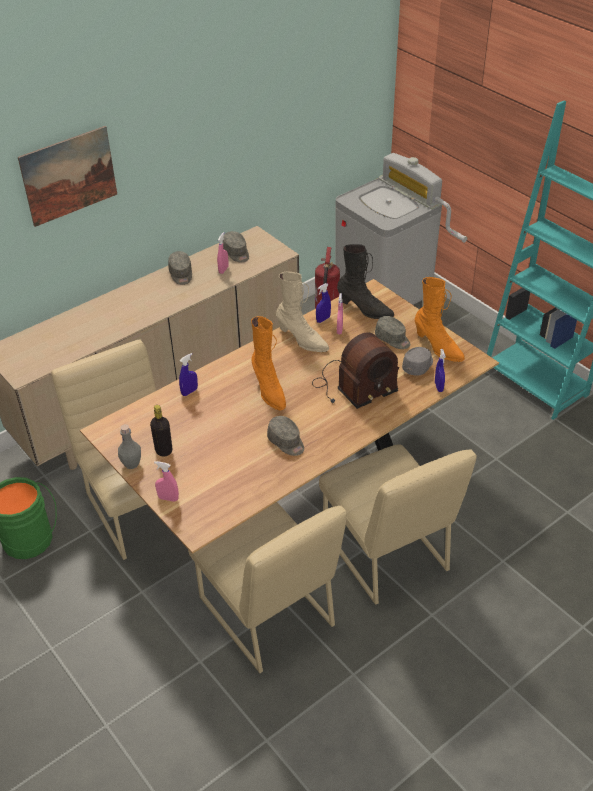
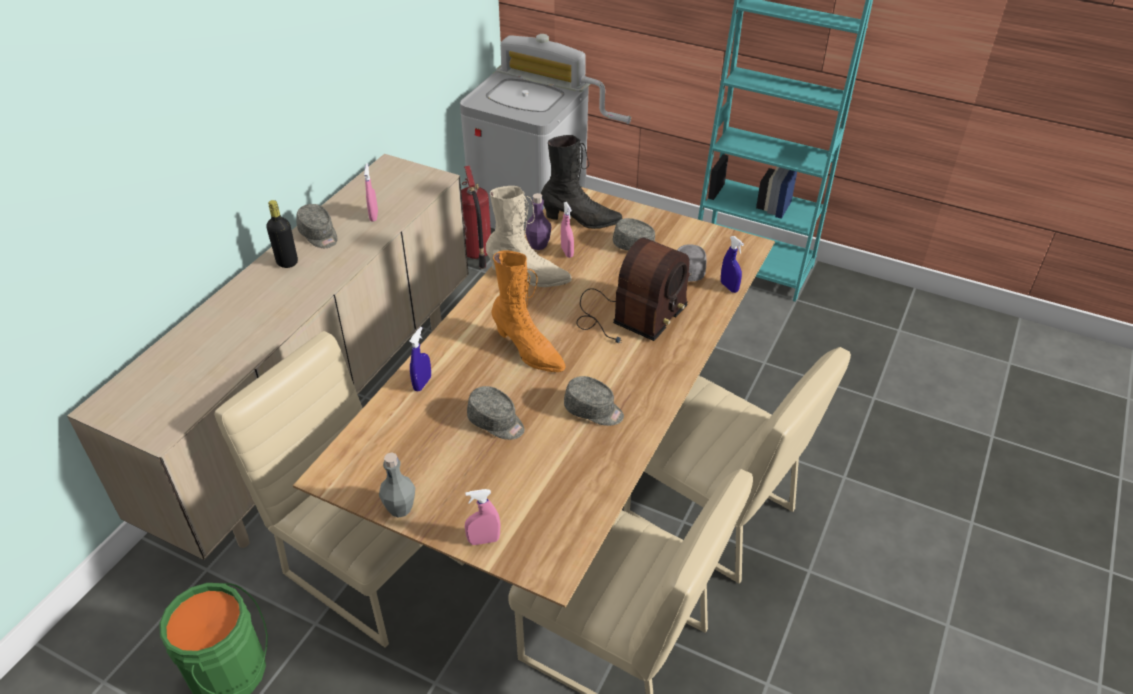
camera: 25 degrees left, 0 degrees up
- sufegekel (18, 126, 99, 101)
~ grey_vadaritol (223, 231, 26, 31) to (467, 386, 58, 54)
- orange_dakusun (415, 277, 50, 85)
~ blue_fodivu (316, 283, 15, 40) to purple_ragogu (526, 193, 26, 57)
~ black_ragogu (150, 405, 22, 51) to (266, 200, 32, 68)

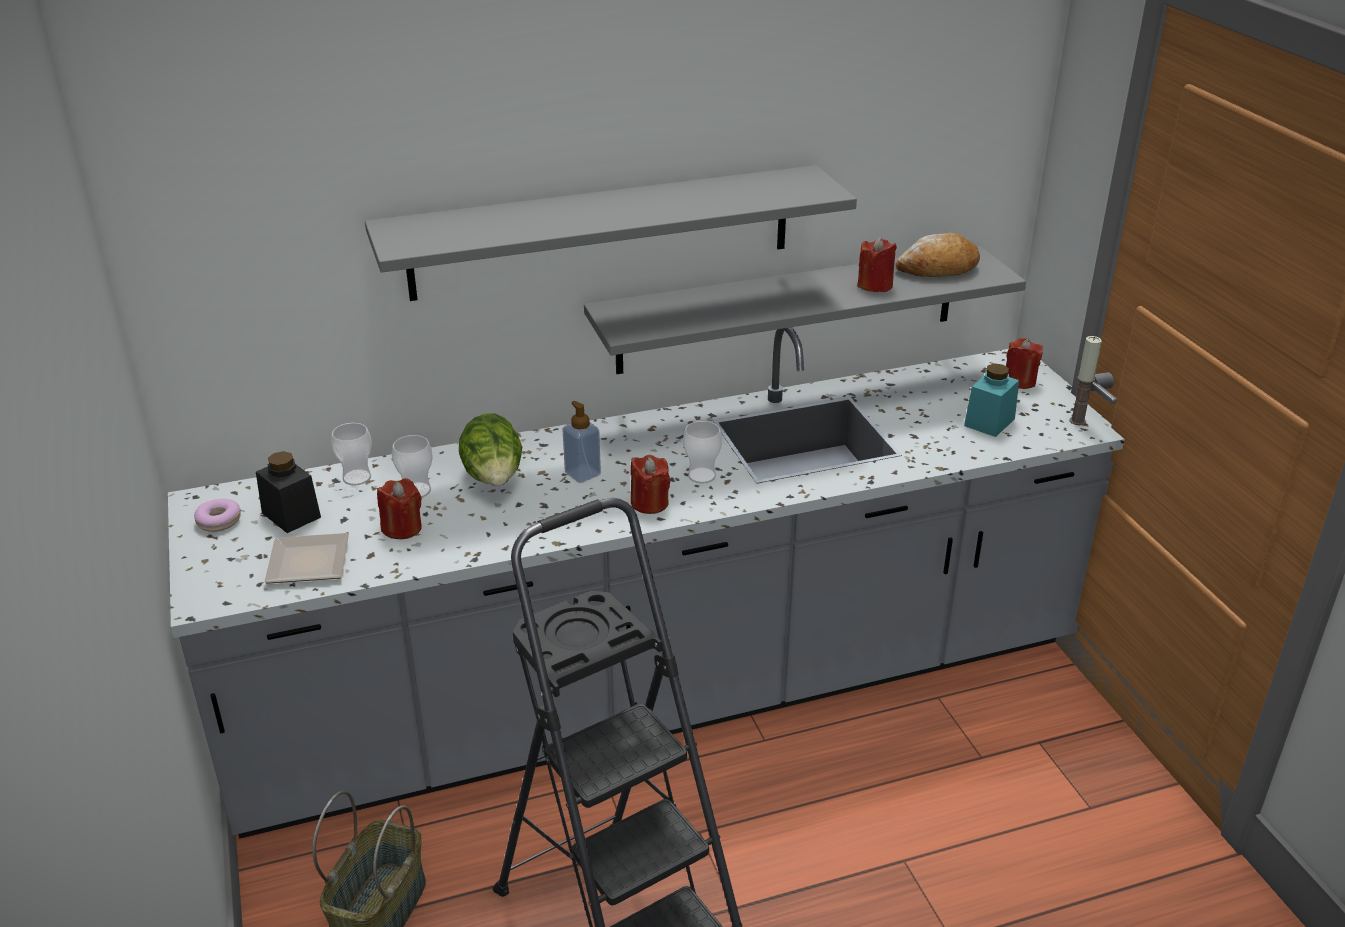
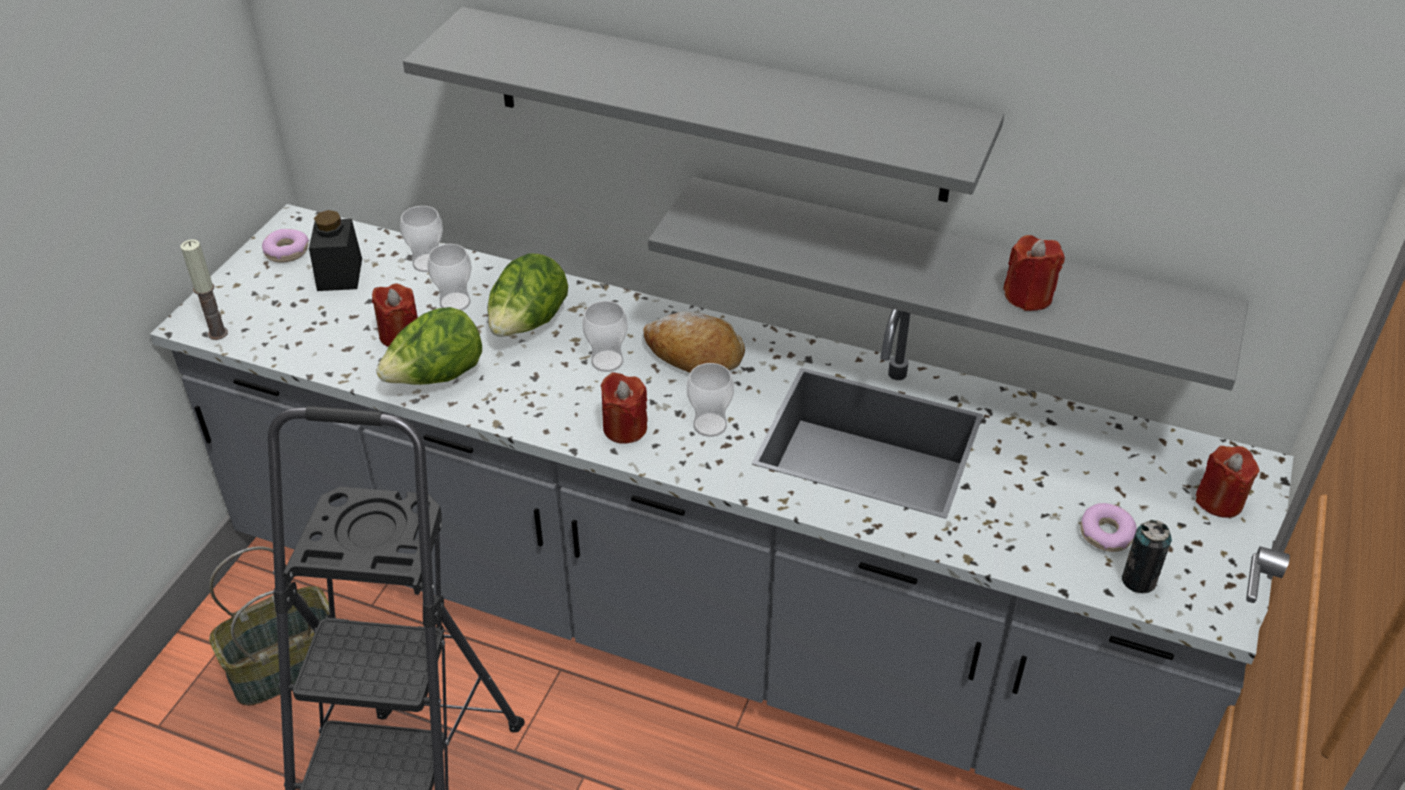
camera: 40 degrees right, 10 degrees up
~ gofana (895, 233, 85, 44) to (644, 312, 101, 61)
~ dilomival (1070, 336, 32, 89) to (180, 239, 48, 101)
~ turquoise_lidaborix (964, 363, 55, 74) to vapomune (1080, 503, 57, 49)
~ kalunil (562, 401, 39, 82) to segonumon (582, 301, 46, 71)
- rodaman (265, 533, 84, 51)
+ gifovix (376, 307, 106, 78)
+ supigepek (1122, 520, 50, 73)

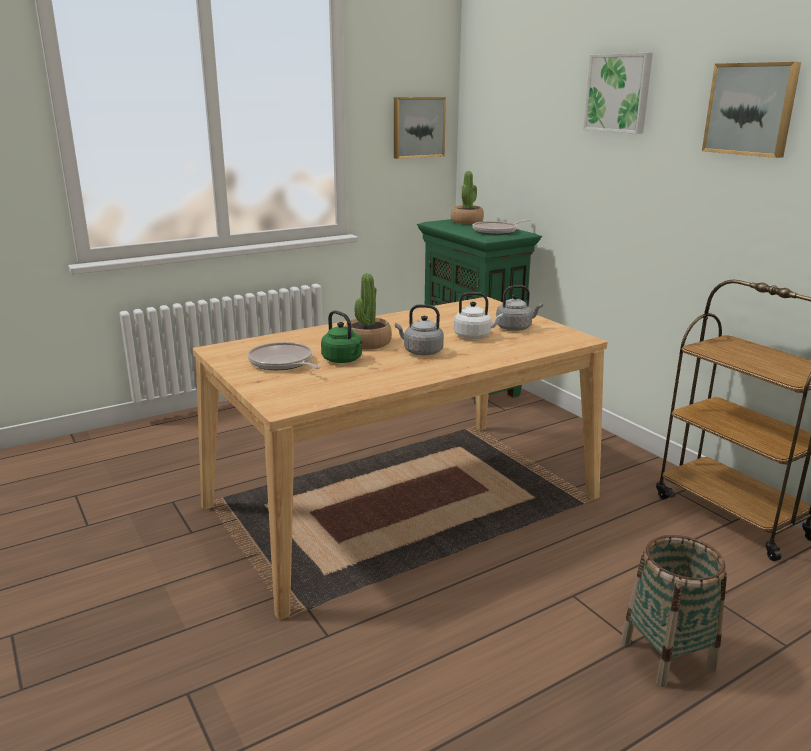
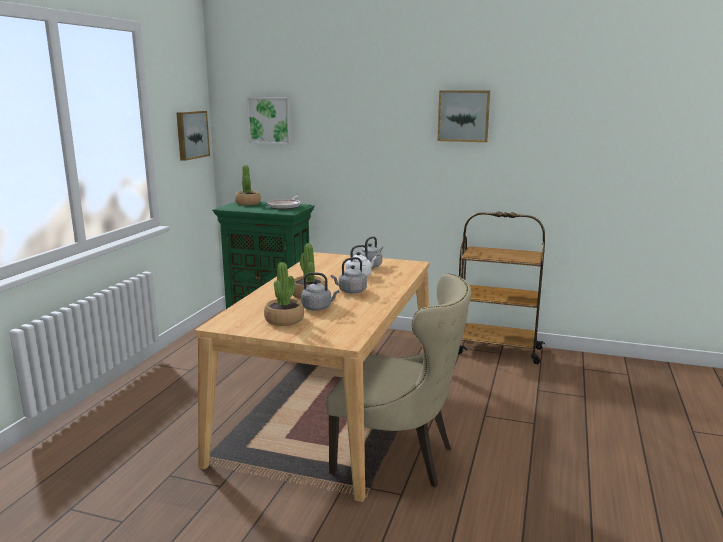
camera: 40 degrees left, 5 degrees down
~ sufegekel (583, 53, 70, 81) to (247, 97, 45, 47)
~ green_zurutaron (321, 310, 41, 53) to grey_zurutaron (301, 272, 38, 39)
~ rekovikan (247, 342, 74, 28) to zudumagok (264, 262, 40, 64)
- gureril (621, 535, 106, 152)
+ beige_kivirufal (326, 273, 145, 215)

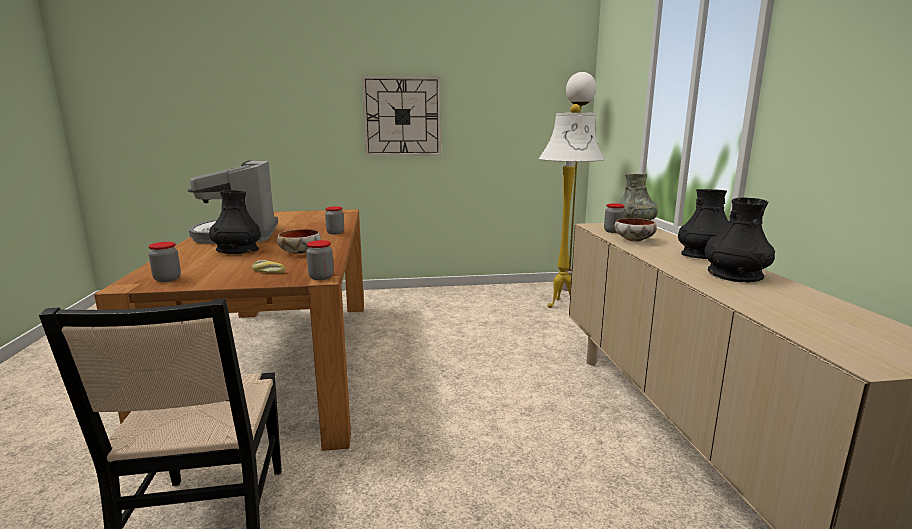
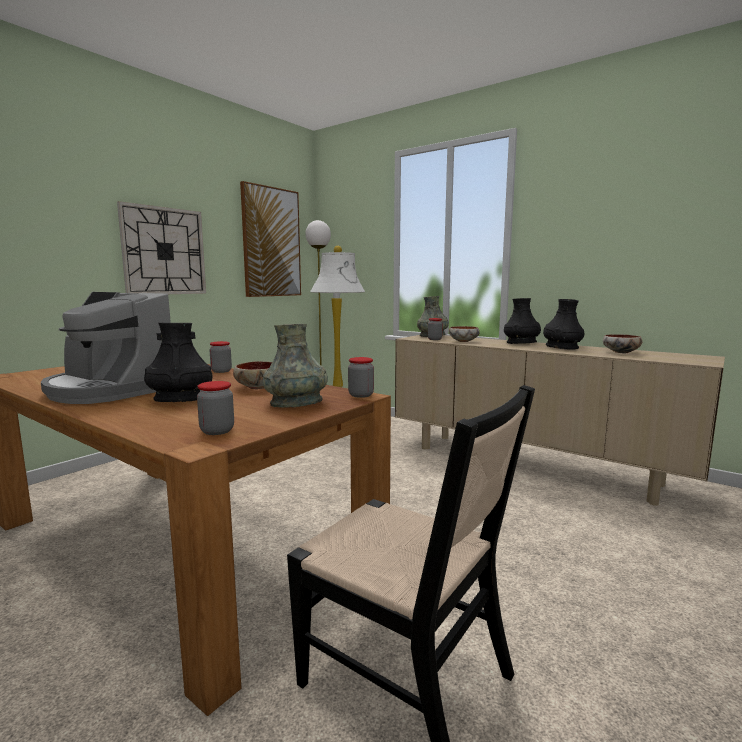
camera: 45 degrees left, 5 degrees down
~ gofana (252, 260, 33, 13) to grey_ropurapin (263, 324, 65, 83)
+ sufegekel (240, 181, 61, 116)
+ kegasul (603, 334, 39, 19)

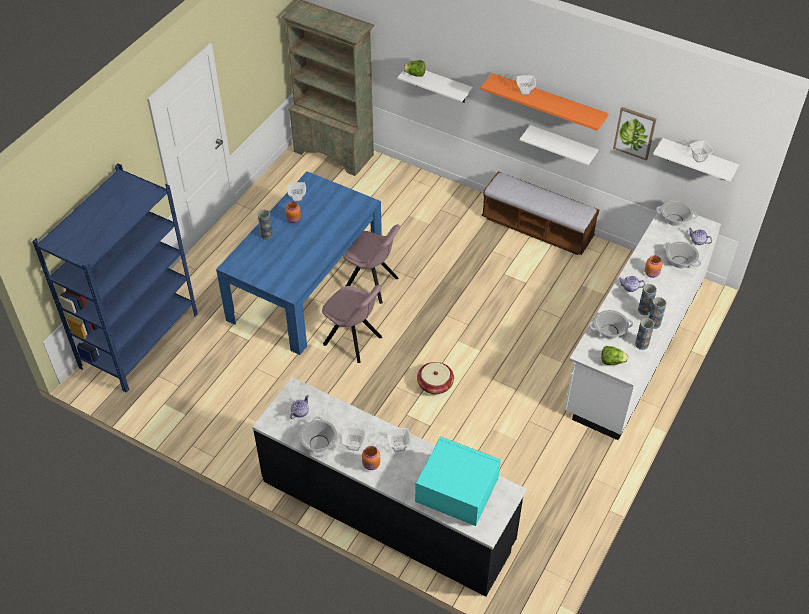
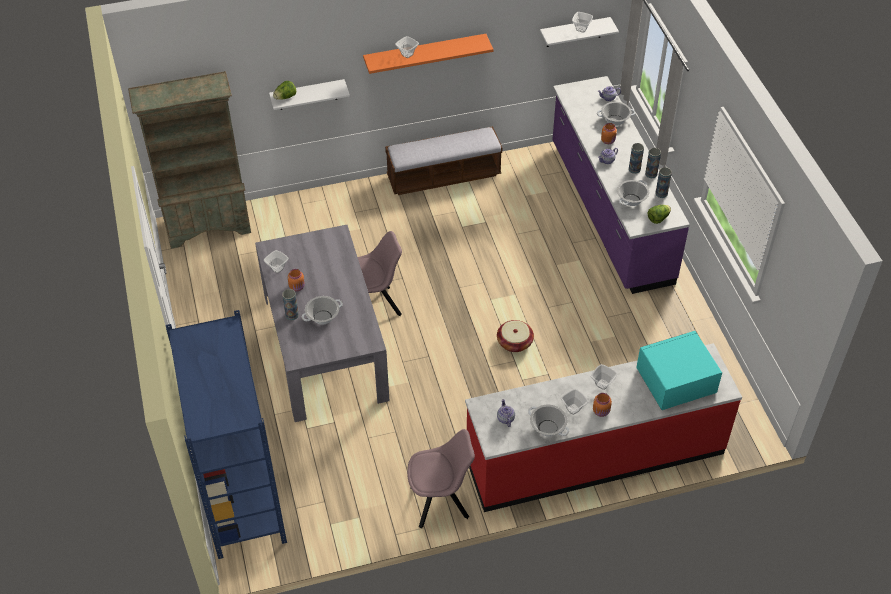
camera: 45 degrees left, 0 degrees up
- sufegekel (613, 107, 43, 54)
- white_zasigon (520, 125, 78, 40)
~ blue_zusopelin (216, 171, 166, 184) to grey_zusopelin (255, 225, 135, 197)
~ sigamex (656, 200, 41, 26) to (302, 296, 41, 29)
~ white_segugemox (565, 202, 156, 238) to purple_segugemox (552, 76, 138, 218)
~ pink_kivirufal (322, 285, 60, 78) to (407, 429, 68, 100)
~ black_segugemox (252, 377, 275, 220) to red_segugemox (465, 343, 277, 169)

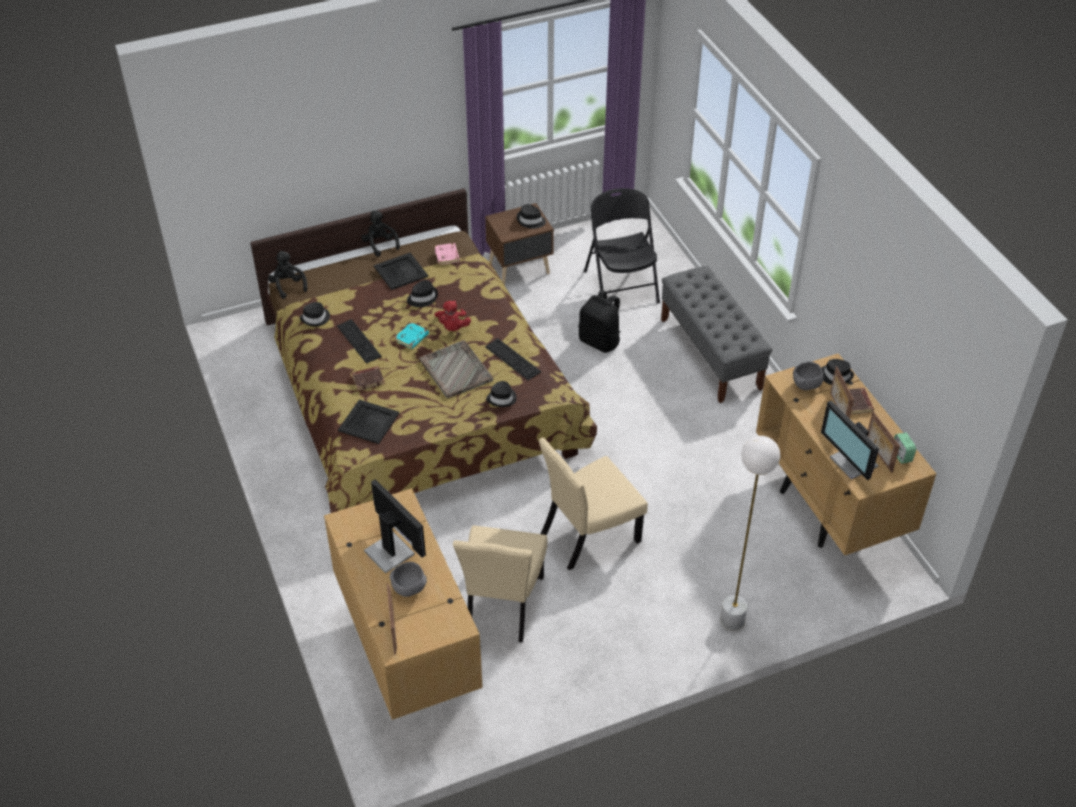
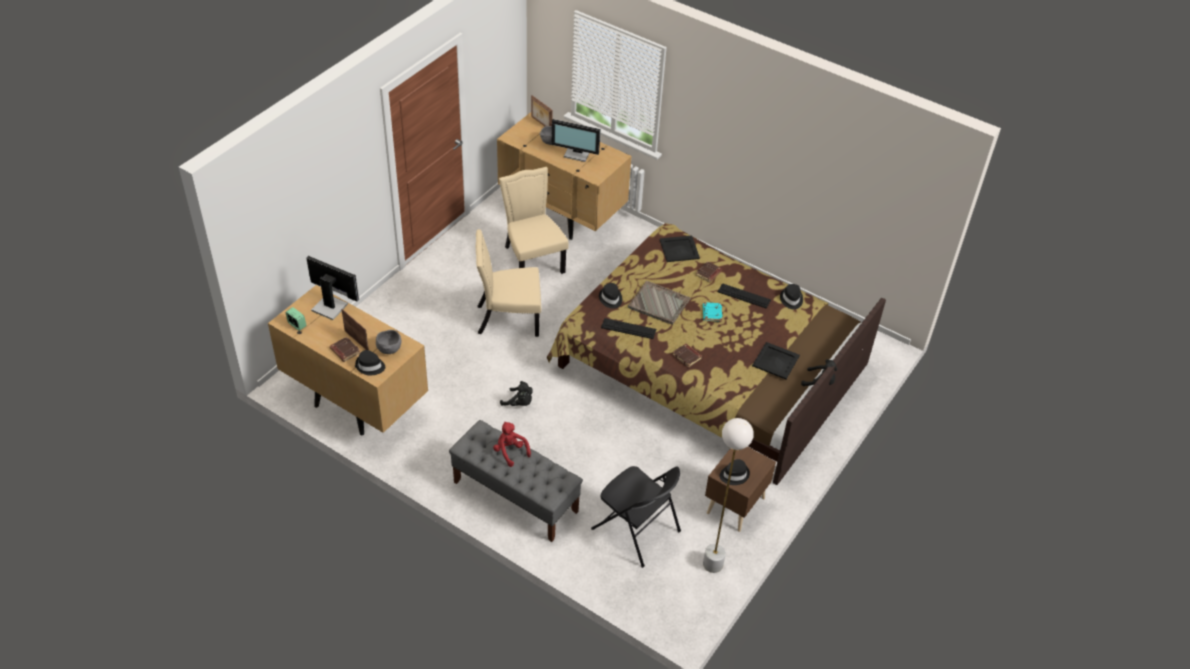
camera: 145 degrees right, 0 degrees up
- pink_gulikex (435, 243, 25, 22)
~ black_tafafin (268, 251, 39, 48) to (500, 381, 33, 25)
- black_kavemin (407, 280, 31, 27)
- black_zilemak (578, 289, 43, 64)
~ red_tafafin (435, 300, 36, 31) to (493, 422, 38, 45)
- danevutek (867, 411, 33, 62)
~ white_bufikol (720, 436, 60, 195) to (703, 418, 51, 155)
~ beige_kivirufal (539, 438, 109, 132) = (476, 229, 65, 108) 120 degrees counterclockwise
+ brown_gulikex (672, 344, 30, 24)

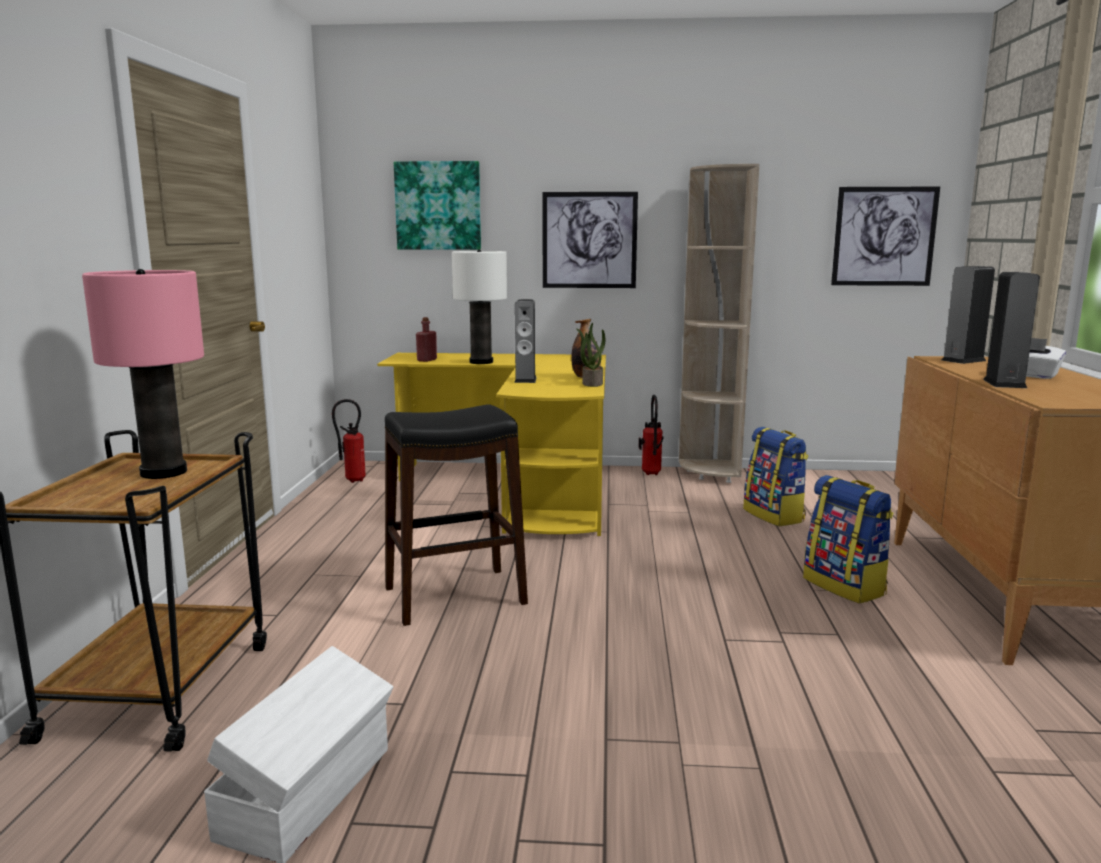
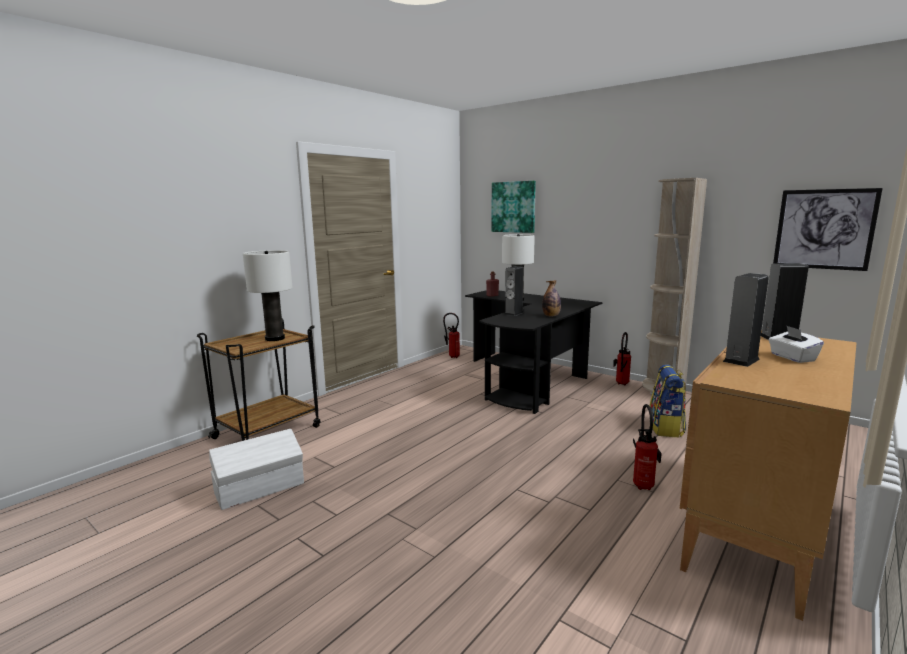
camera: 35 degrees right, 0 degrees up
- sufegekel (542, 192, 96, 96)
~ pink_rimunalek (82, 269, 122, 210) to white_rimunalek (243, 250, 50, 91)
- zudumagok (576, 323, 29, 64)
~ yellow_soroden (377, 353, 229, 183) to black_soroden (465, 290, 138, 124)
- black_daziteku (385, 404, 143, 222)
~ zilemak (803, 475, 90, 129) to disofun (633, 404, 29, 86)

